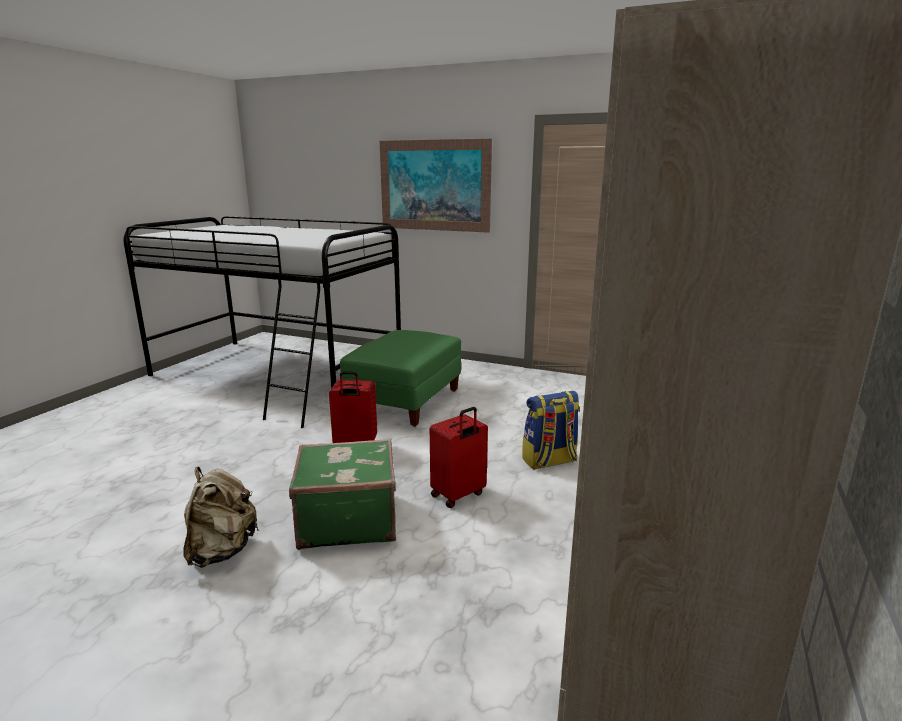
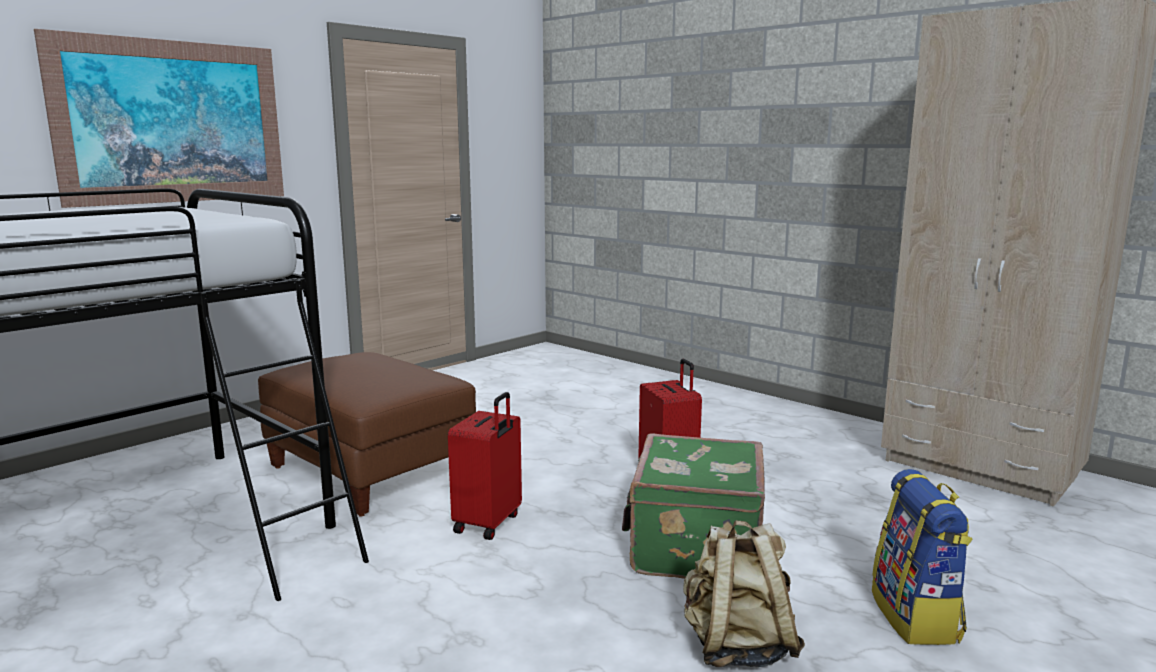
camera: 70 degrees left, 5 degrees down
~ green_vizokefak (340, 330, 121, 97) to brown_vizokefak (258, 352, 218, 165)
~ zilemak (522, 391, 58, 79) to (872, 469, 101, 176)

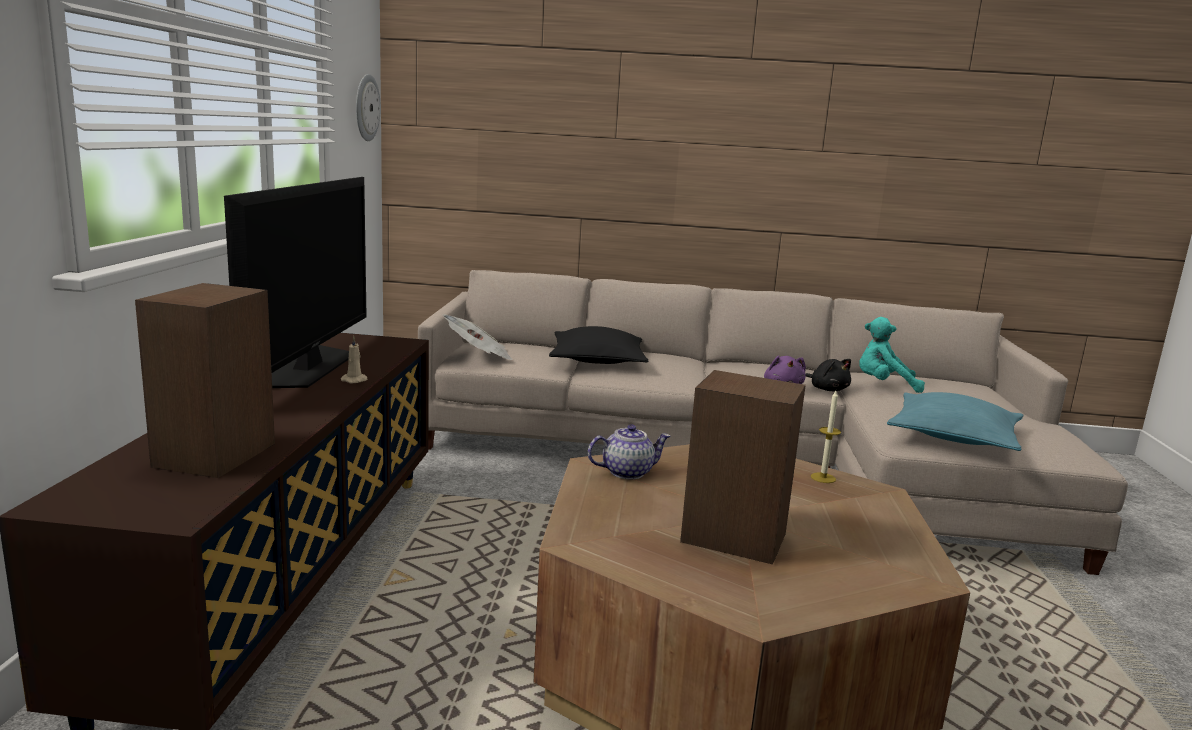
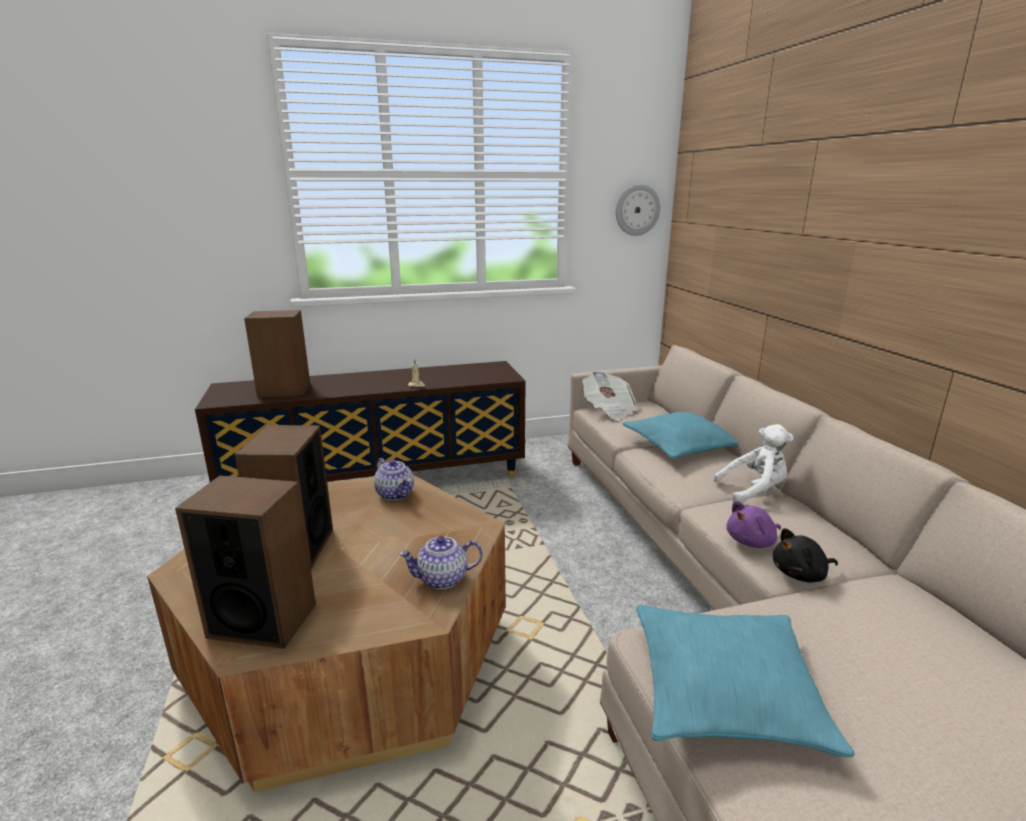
camera: 70 degrees right, 5 degrees up
- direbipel (224, 177, 143, 211)
- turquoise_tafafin (859, 317, 66, 76)
~ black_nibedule (549, 326, 99, 38) to turquoise_nibedule (623, 412, 115, 47)
~ black_tafafin (805, 359, 46, 32) = (773, 528, 65, 55) 45 degrees clockwise
~ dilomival (811, 391, 30, 92) to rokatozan (399, 536, 84, 53)
+ white_tafafin (713, 424, 81, 79)
+ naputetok (175, 475, 141, 174)

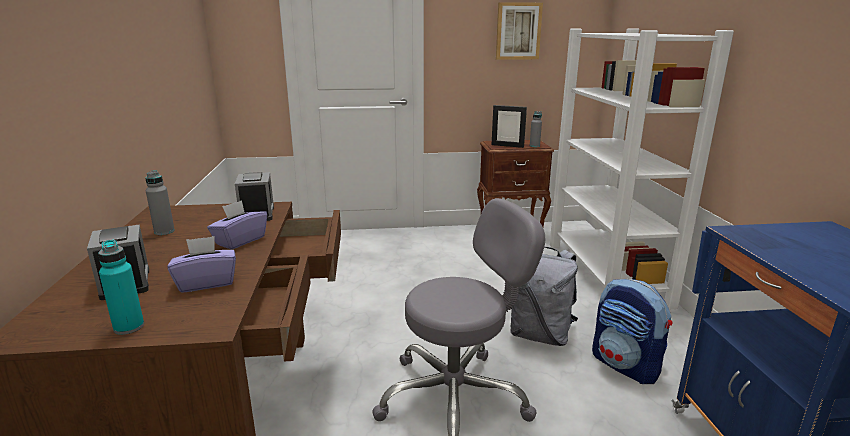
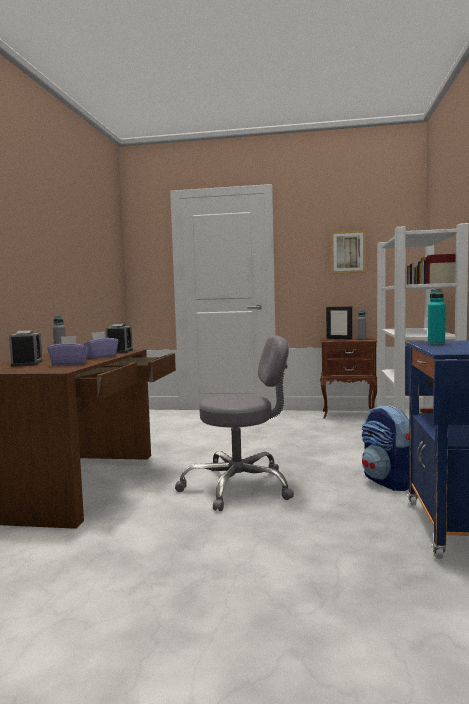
camera: 15 degrees right, 15 degrees down
~ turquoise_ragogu (98, 240, 46, 95) to (428, 289, 18, 56)
- grey_zilemak (510, 247, 68, 99)

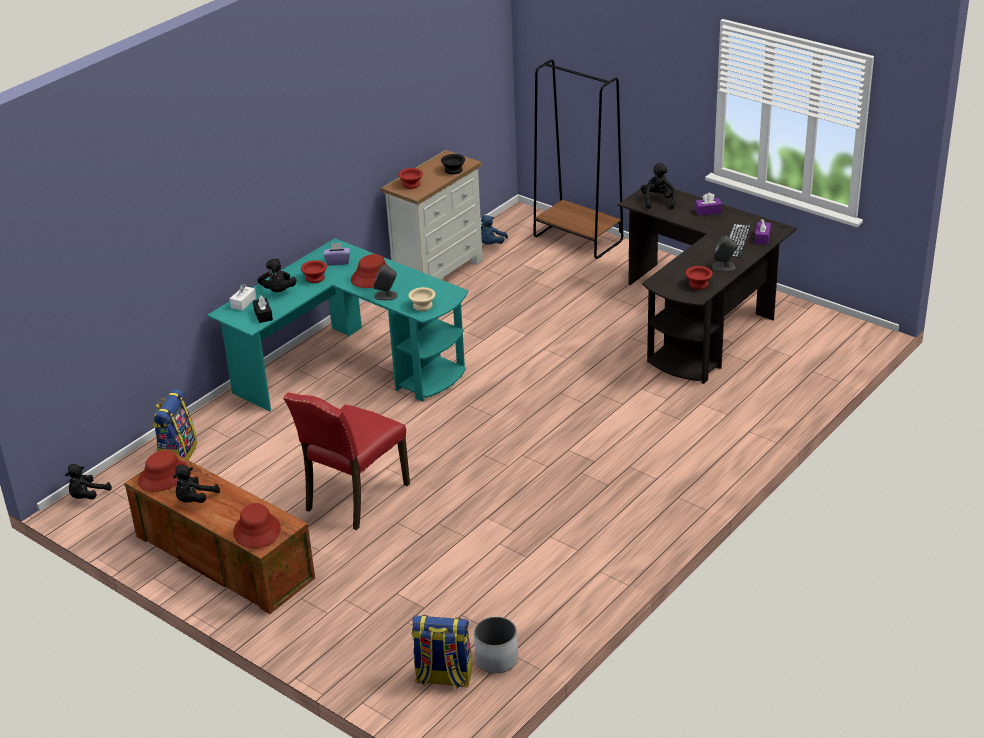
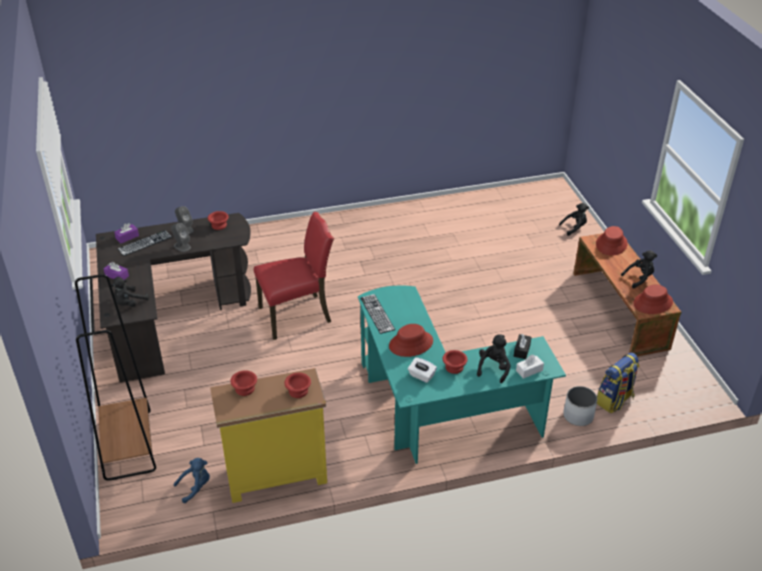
camera: 145 degrees left, 5 degrees up
~ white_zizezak (381, 150, 102, 129) to yellow_zizezak (210, 368, 117, 135)
~ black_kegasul (441, 154, 24, 20) to red_kegasul (230, 370, 27, 26)
~ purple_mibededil (324, 243, 26, 22) to white_mibededil (408, 357, 29, 26)
~ grey_naputetok (374, 264, 24, 36) to (171, 223, 20, 29)
- beige_kegasul (408, 287, 27, 24)
~ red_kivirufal (283, 393, 127, 137) to (254, 212, 80, 128)
~ black_tafafin (65, 464, 47, 36) to (559, 203, 30, 33)
- zilemak (412, 615, 60, 74)
~ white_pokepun (474, 616, 44, 57) to (563, 386, 34, 40)
+ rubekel (360, 294, 35, 40)

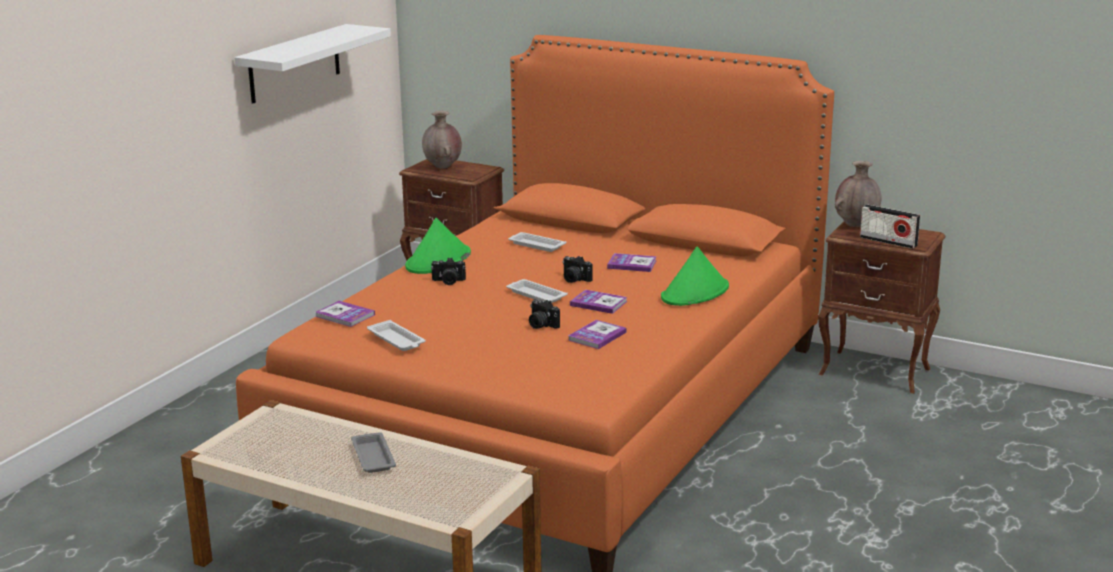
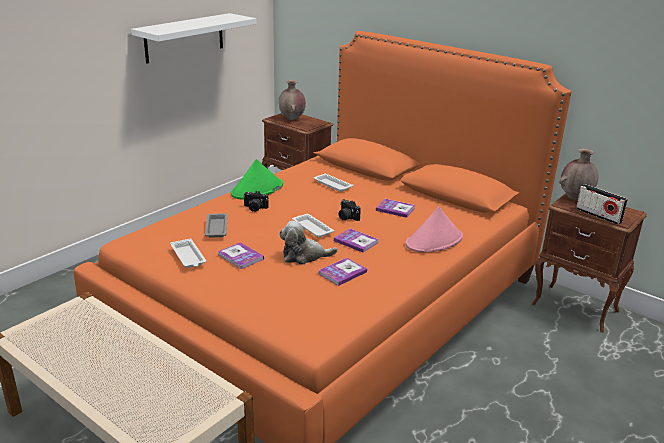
camera: 10 degrees right, 5 degrees up
~ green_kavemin (661, 246, 68, 60) to pink_kavemin (406, 206, 57, 46)
~ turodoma (529, 299, 31, 30) to tafafin (279, 221, 59, 44)
~ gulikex (315, 301, 60, 26) to (217, 243, 47, 26)
~ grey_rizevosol (351, 432, 45, 41) to (205, 213, 23, 24)

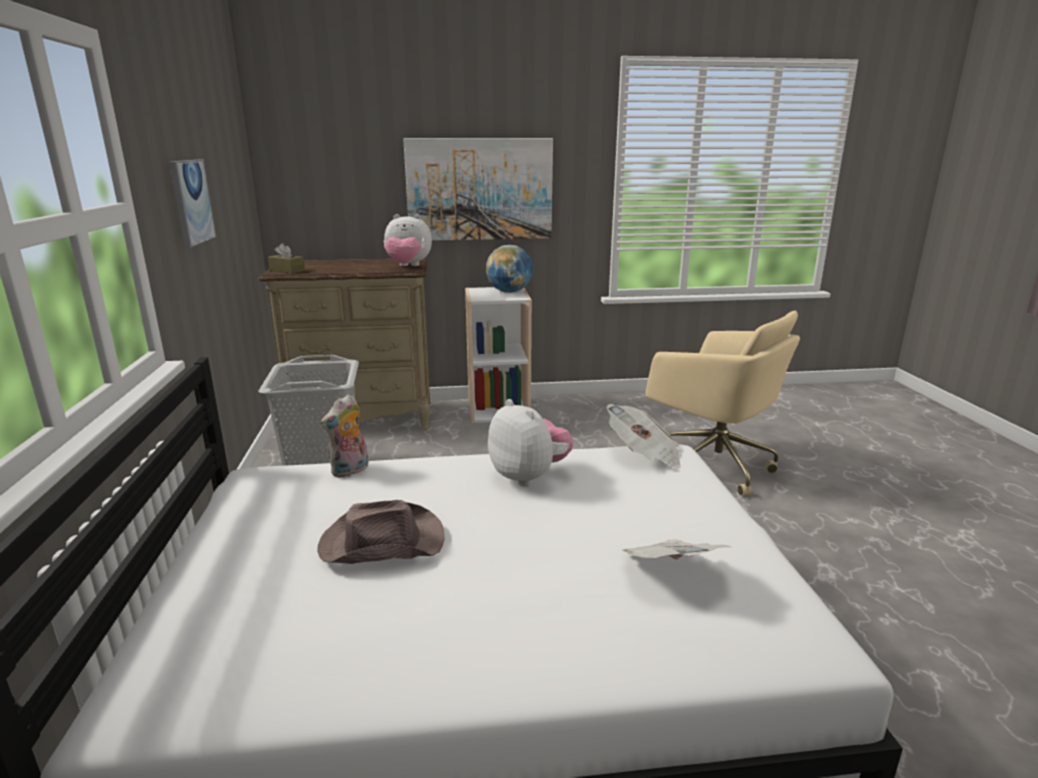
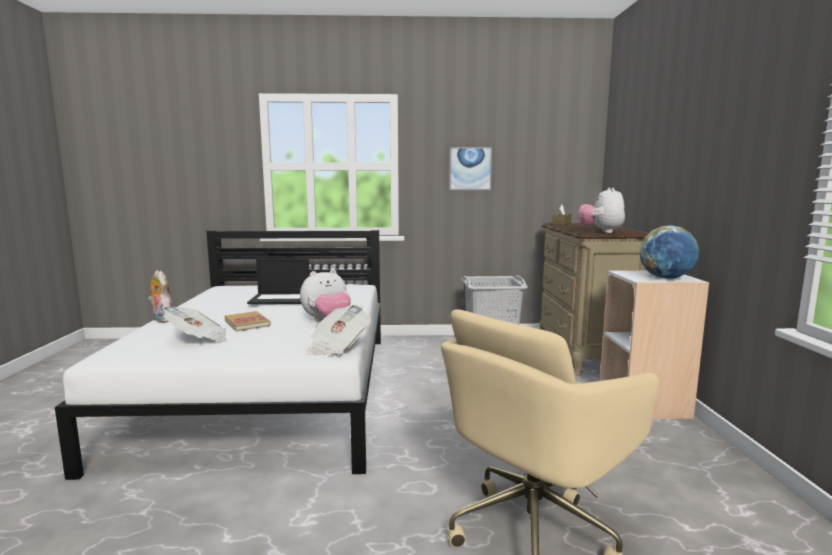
camera: 95 degrees right, 10 degrees down
- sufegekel (403, 138, 150, 102)
~ tafafin (321, 394, 48, 84) to (148, 270, 26, 52)
~ brown_kavemin (317, 500, 127, 64) to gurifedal (247, 258, 62, 46)
+ gulikex (225, 311, 46, 20)

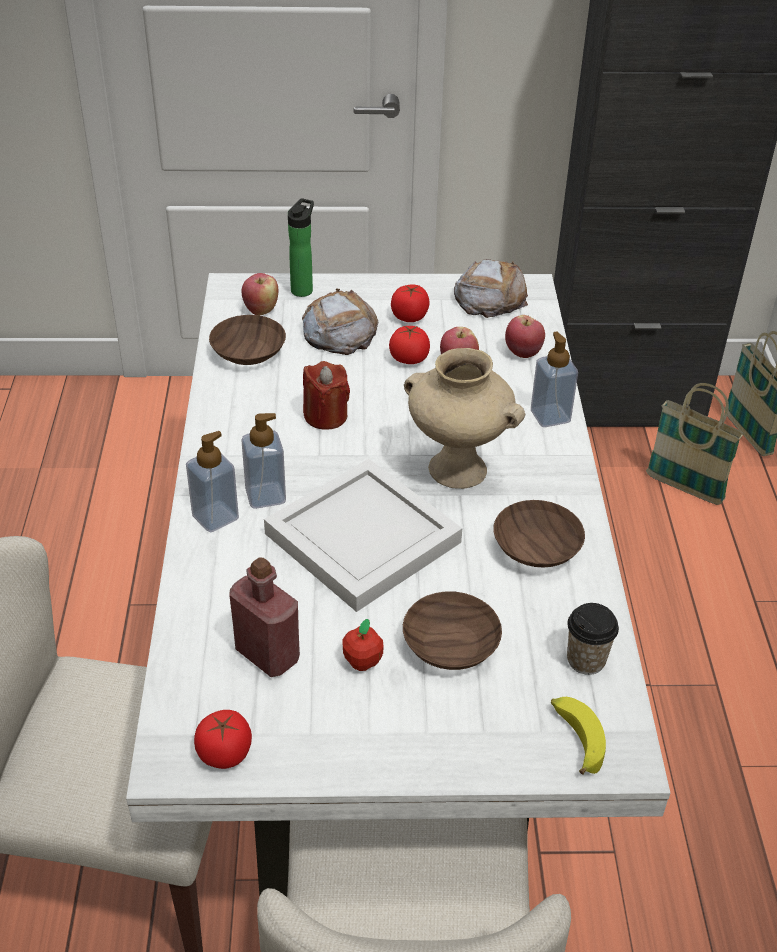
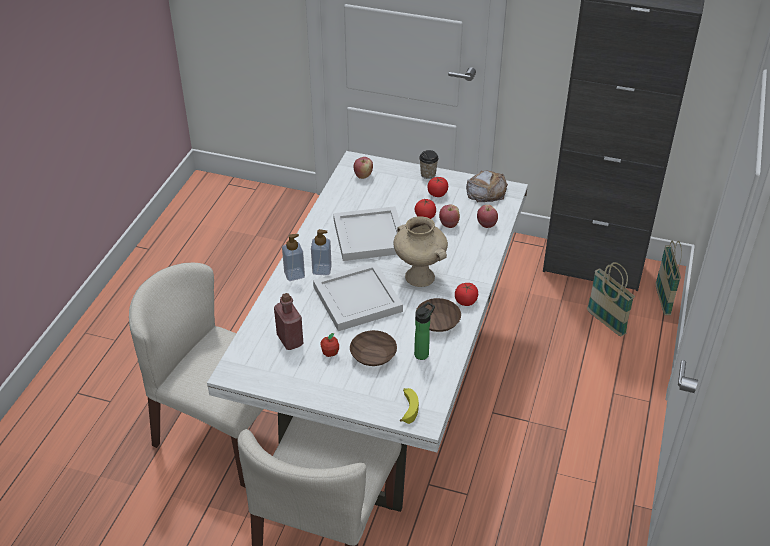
camera: 20 degrees right, 0 degrees up
~ ragogu (288, 198, 26, 99) to (414, 302, 21, 58)
- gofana (302, 288, 76, 67)
- brown_kegasul (209, 315, 77, 50)
- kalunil (531, 332, 47, 95)
~ red_dilomival (303, 361, 47, 69) to white_rizevosol (333, 206, 68, 55)
~ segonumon (567, 603, 52, 72) to (419, 150, 20, 29)
~ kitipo (194, 710, 58, 59) to (455, 283, 23, 23)

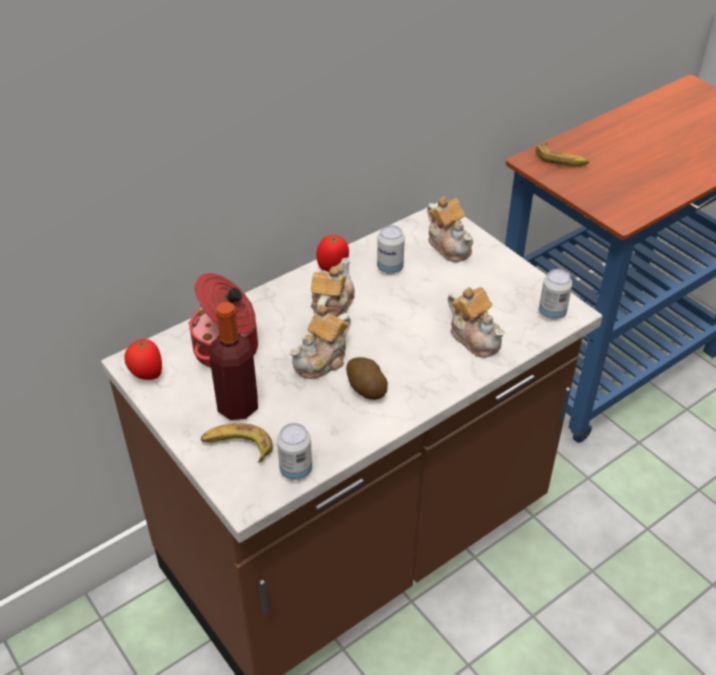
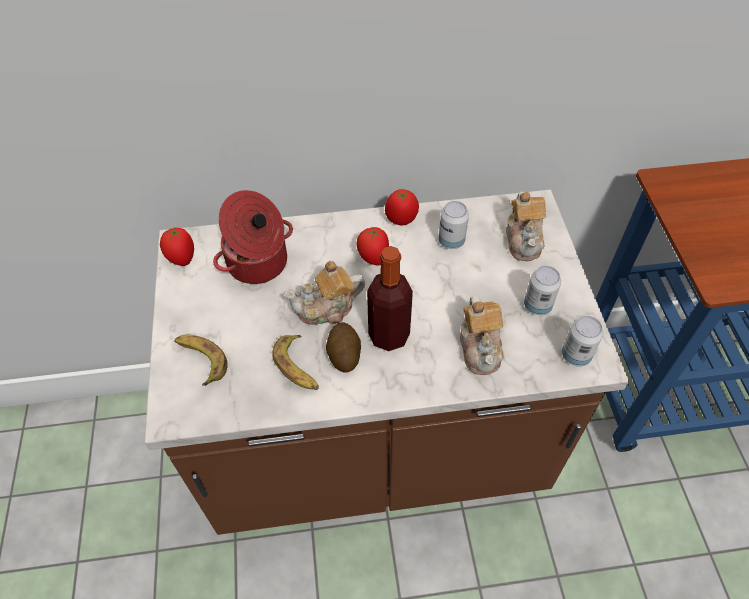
camera: 30 degrees right, 10 degrees up
~ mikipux (536, 143, 53, 24) to (272, 335, 47, 55)
~ rokatozan (311, 257, 44, 60) to kitipo (357, 227, 32, 38)
~ ragogu (210, 302, 48, 118) to (367, 246, 46, 105)
~ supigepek (277, 423, 35, 57) to (524, 266, 37, 49)

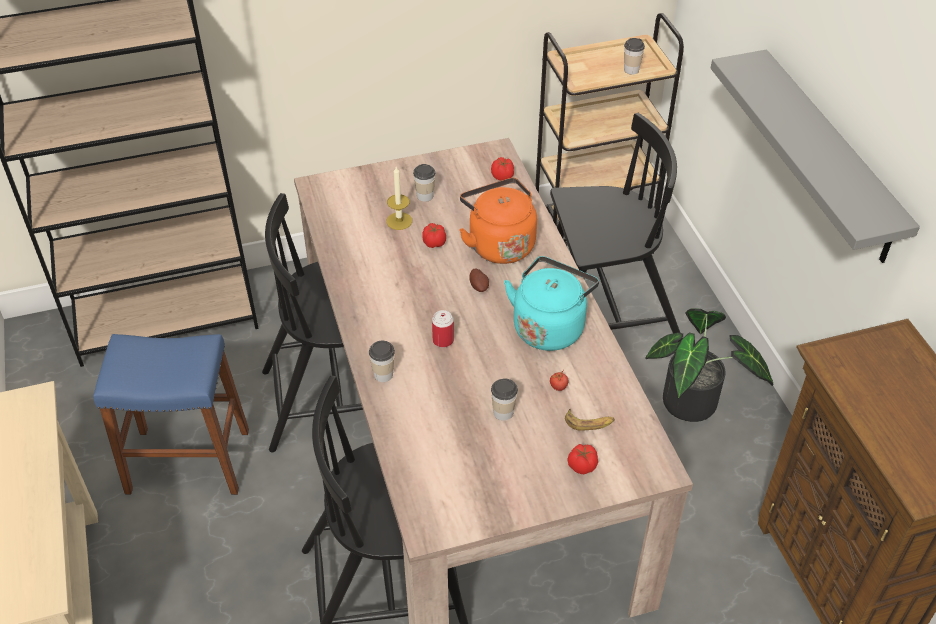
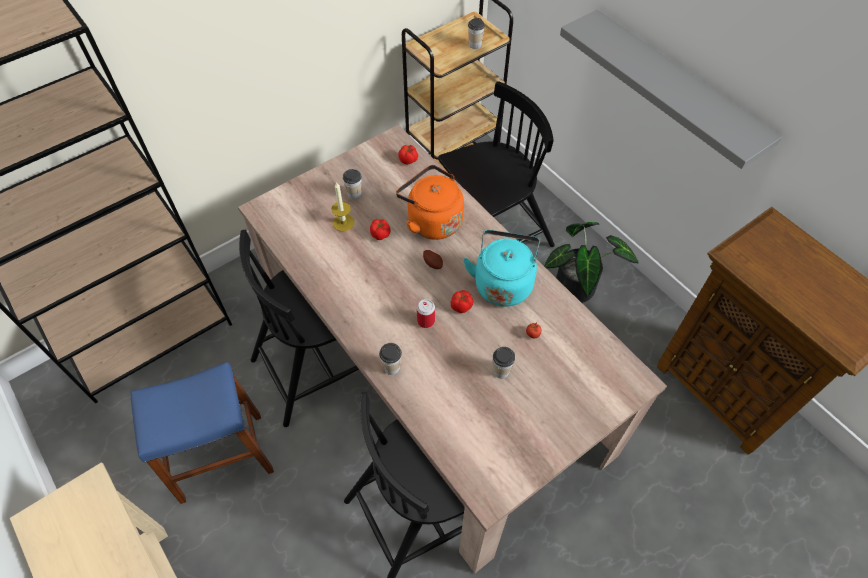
camera: 20 degrees left, 10 degrees up
- mikipux (565, 409, 50, 22)
~ kitipo (567, 444, 31, 30) to (451, 290, 22, 23)

